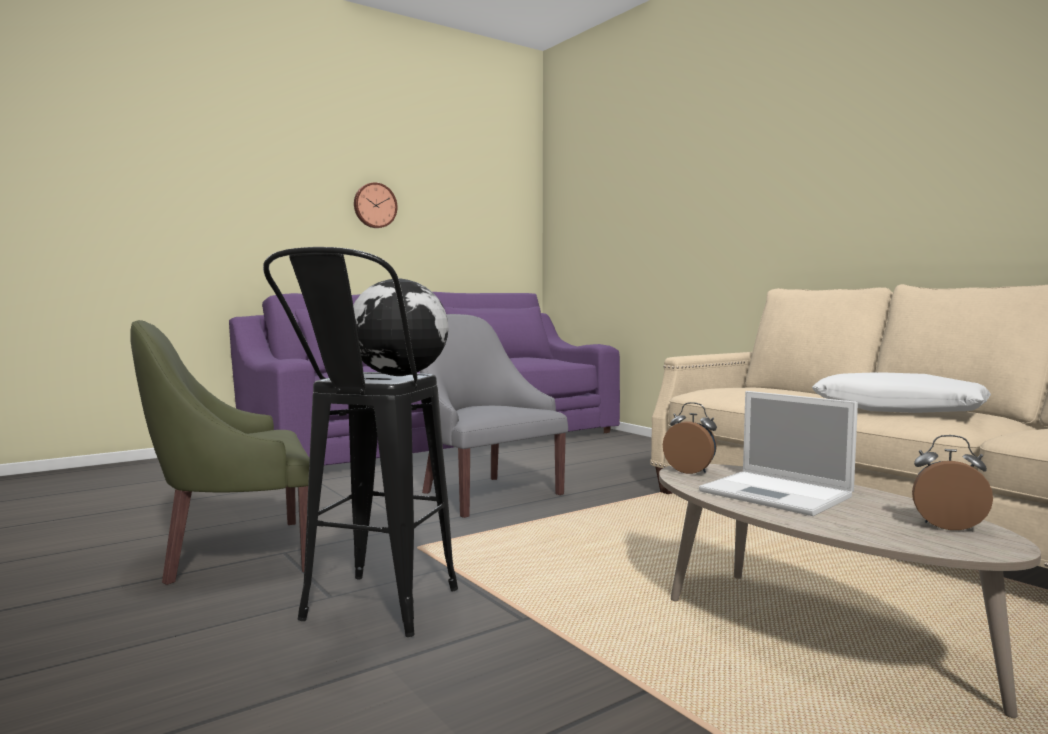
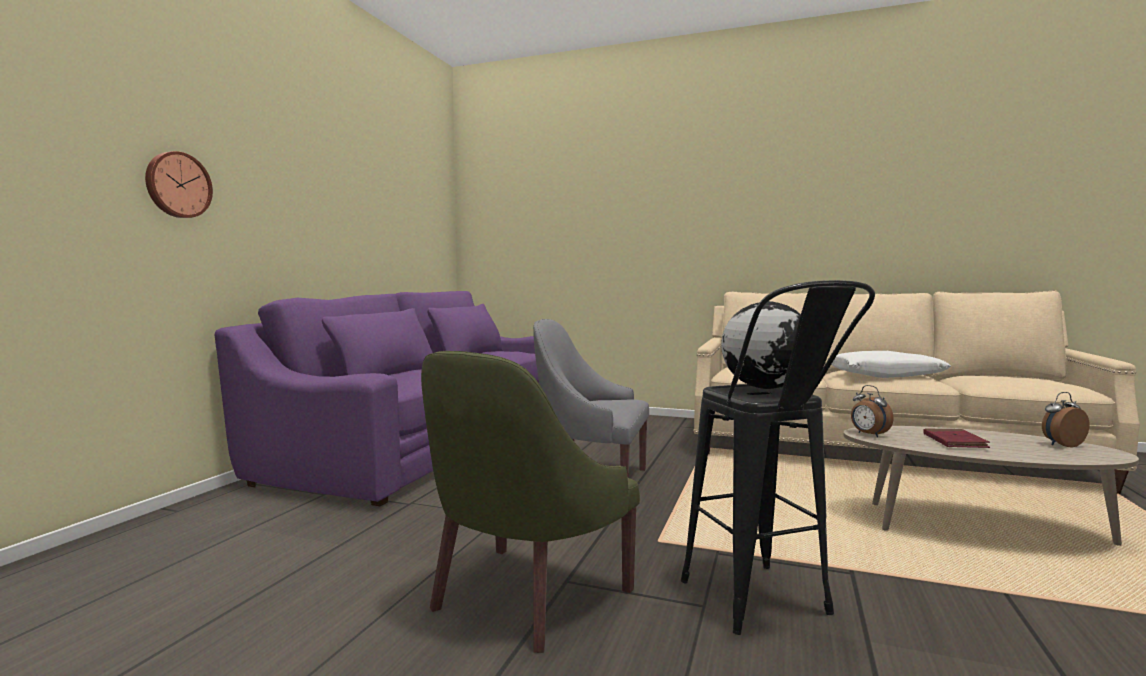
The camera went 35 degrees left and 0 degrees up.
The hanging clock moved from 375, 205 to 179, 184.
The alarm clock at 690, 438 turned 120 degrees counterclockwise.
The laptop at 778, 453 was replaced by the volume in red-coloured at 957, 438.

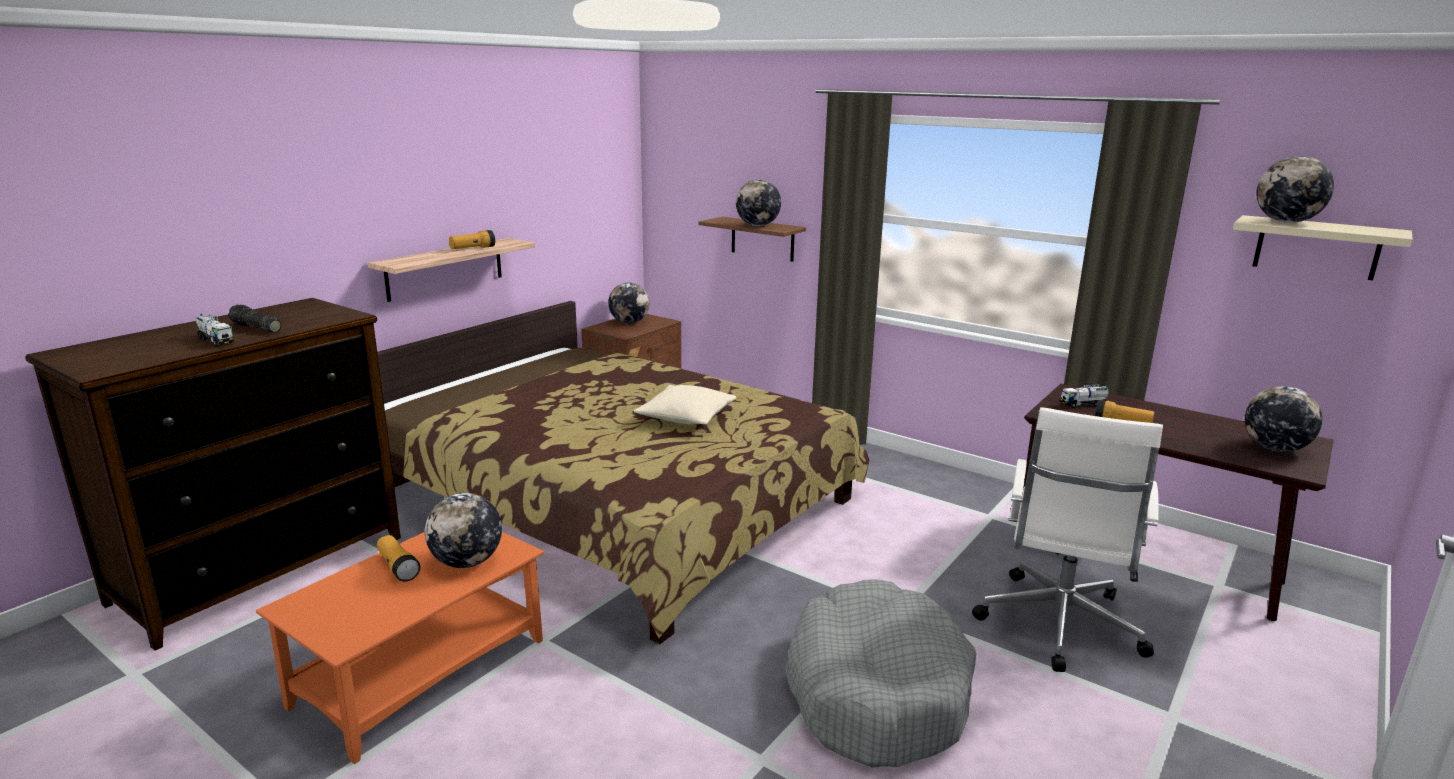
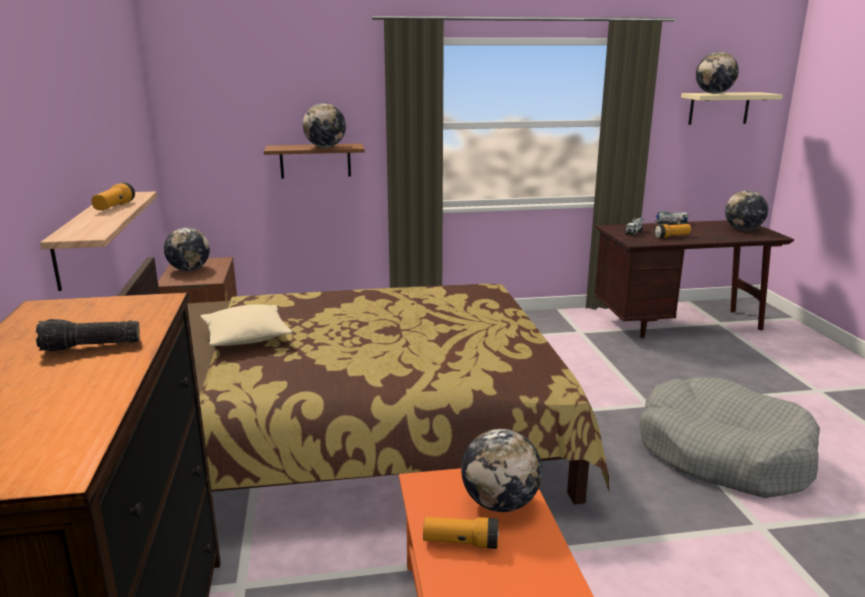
The camera went 45 degrees left and 0 degrees up.
The throw pillow in sand-coloured moved from 685, 405 to 246, 325.
The model truck moved from 215, 329 to 671, 218.
The office chair in whitish at 1067, 539 disappeared.

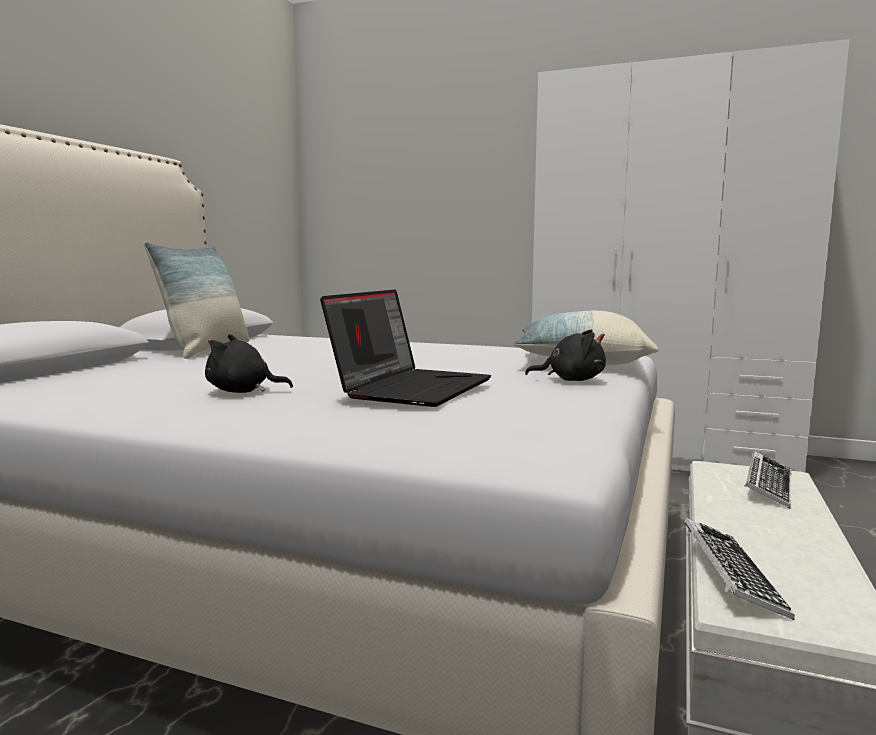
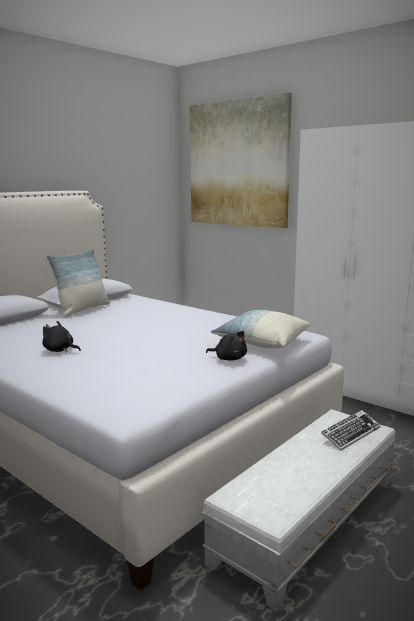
The camera went 20 degrees right and 5 degrees up.
The wall art at 241, 160 appeared.
The laptop at 405, 348 disappeared.
The keyboard at 739, 569 disappeared.

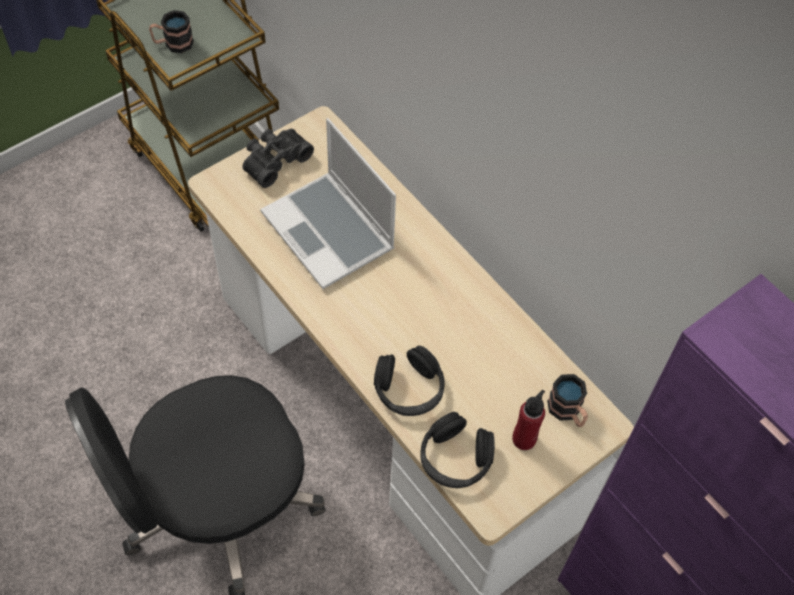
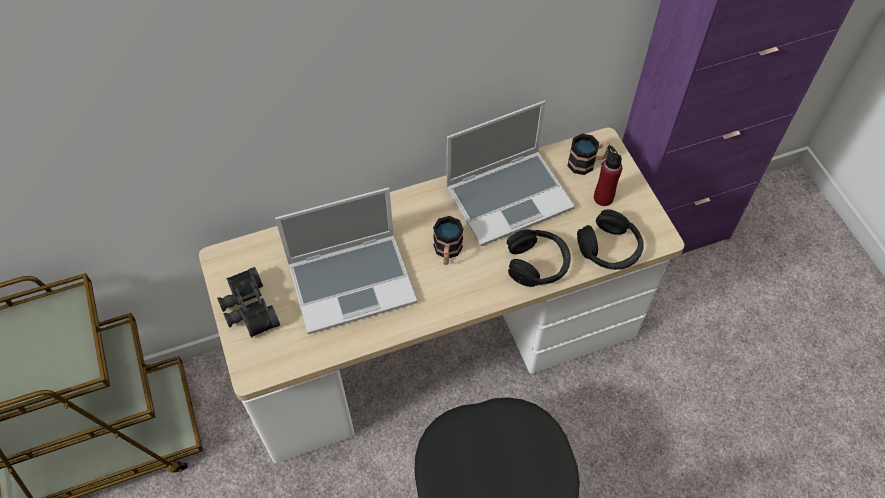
The camera went 70 degrees left and 0 degrees up.
The coffee mug moved from 171, 31 to 448, 240.
The laptop at 510, 173 appeared.

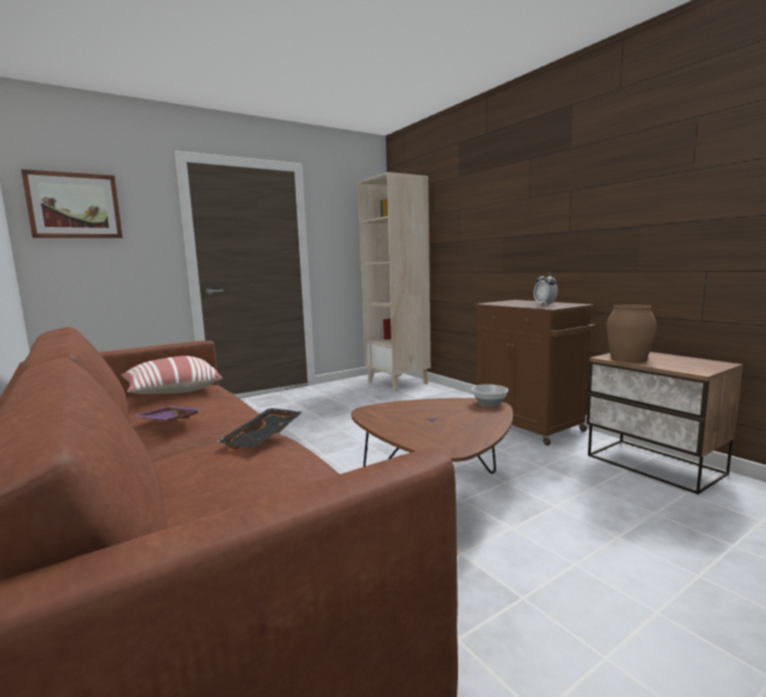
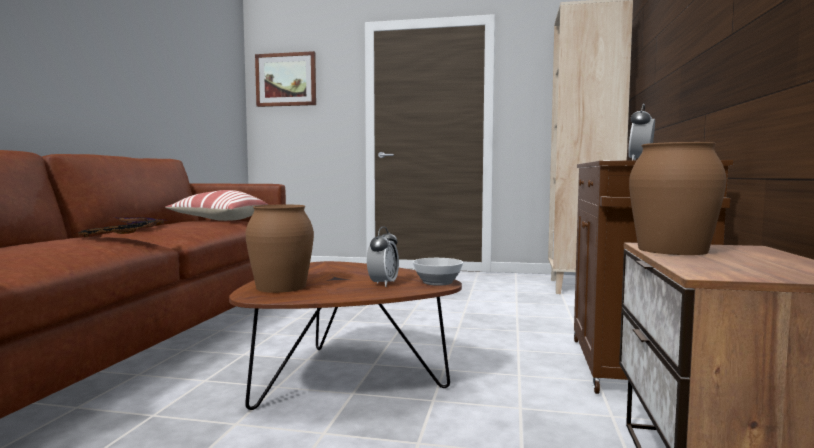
The camera went 45 degrees right and 5 degrees down.
The vase in brown at 279, 249 appeared.
The alarm clock at 383, 256 appeared.

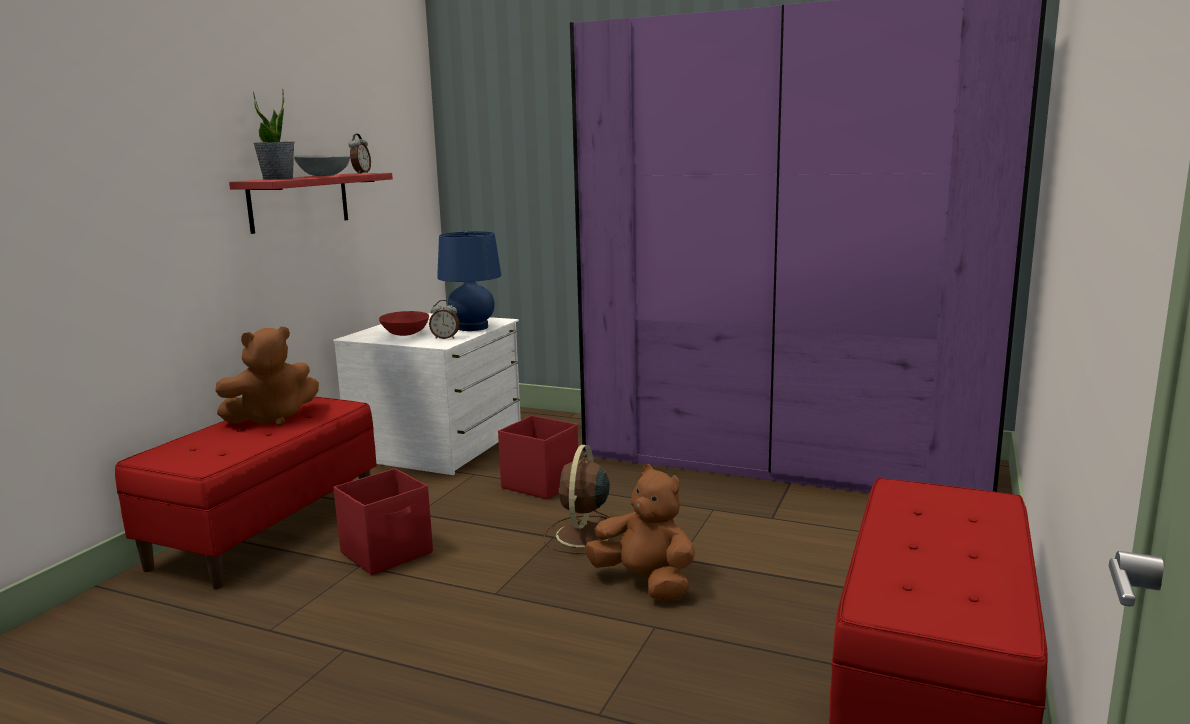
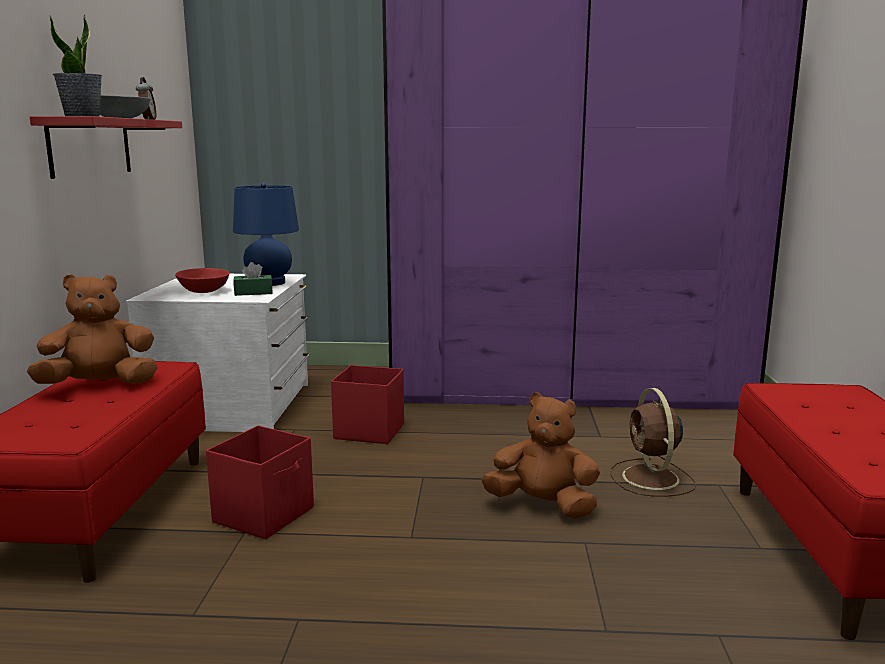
The camera went 20 degrees left and 0 degrees up.
The cuddly toy in brown at 267, 376 turned 150 degrees counterclockwise.
The alarm clock at 444, 319 was replaced by the tissue box in green-coloured at 253, 279.
The fan in brown moved from 583, 499 to 653, 442.

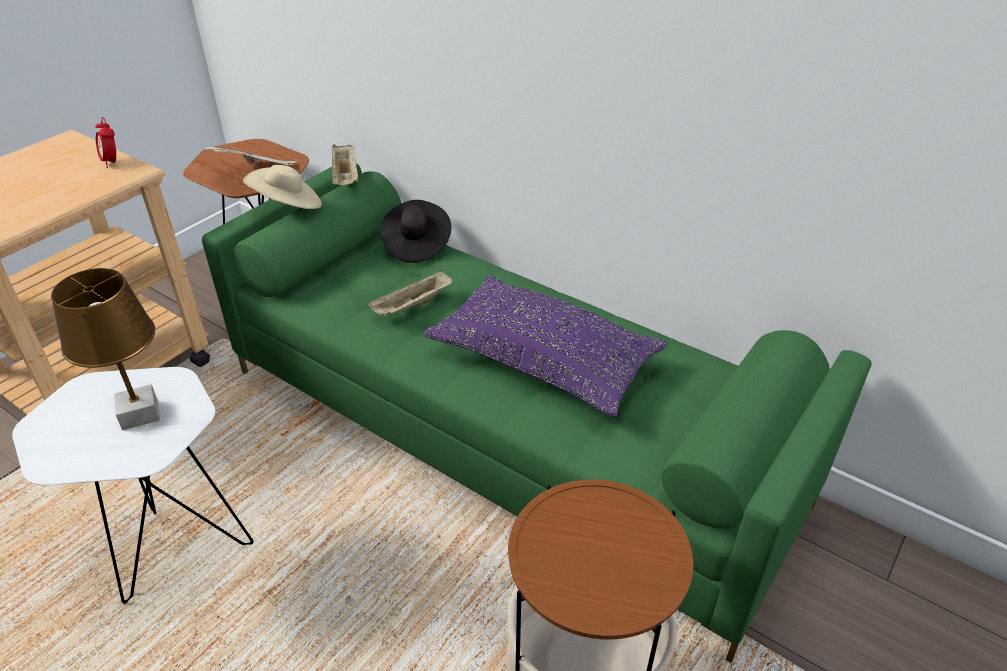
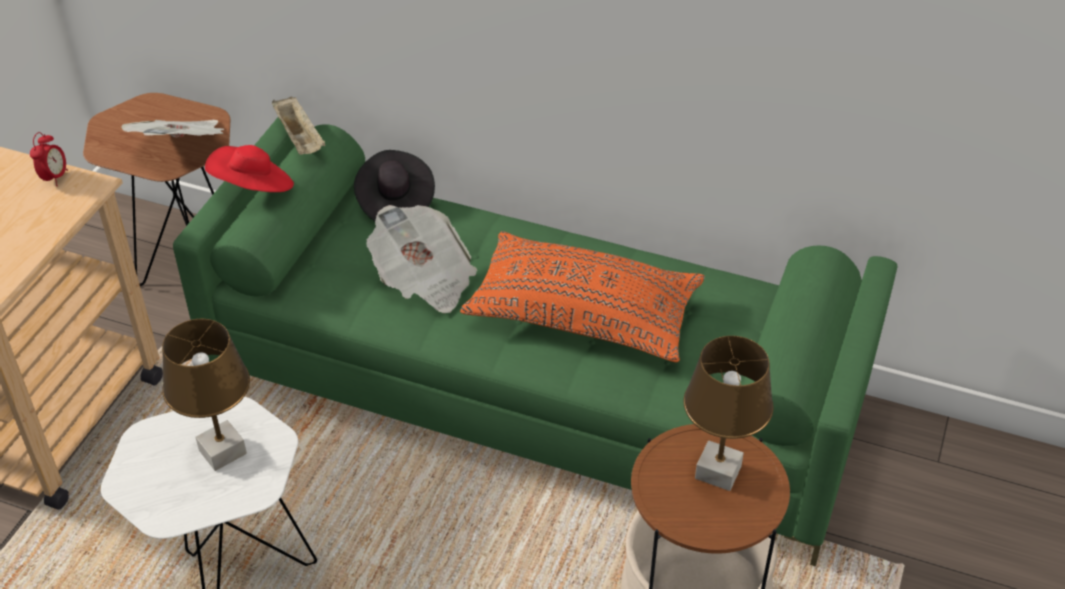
The camera went 15 degrees left and 5 degrees up.
The alarm clock at 105, 142 turned 120 degrees counterclockwise.
The wearable hat in sand-coloured at 282, 187 became the wearable hat in red-coloured at 249, 168.
The carrying tray in sand-coloured at 410, 293 was replaced by the daily paper at 422, 259.
The throw pillow in purple at 545, 346 became the throw pillow in orangey at 582, 296.
The tabletop lamp in brown at 728, 413 appeared.

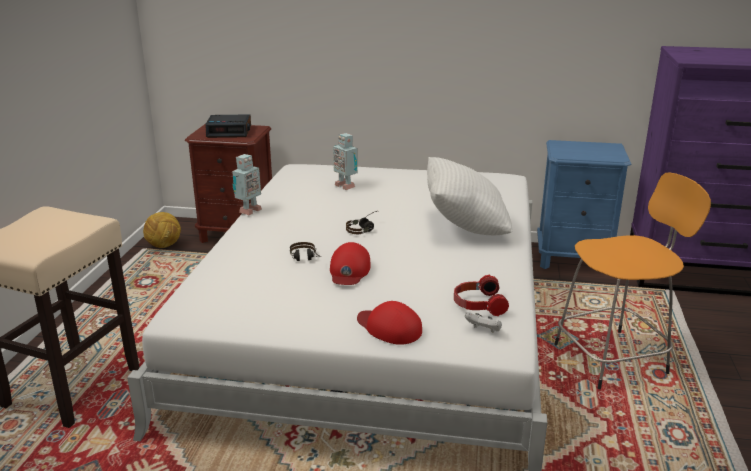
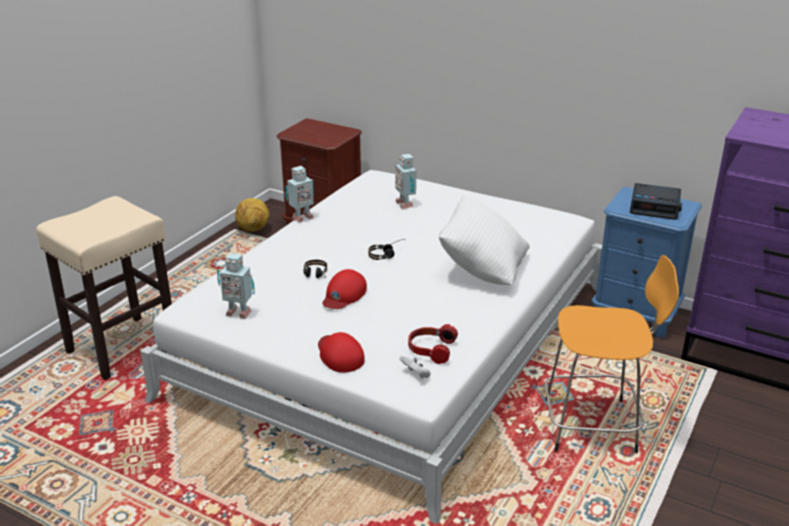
The camera went 20 degrees right and 5 degrees up.
The robot figure at 236, 286 appeared.
The alarm clock moved from 228, 126 to 656, 201.

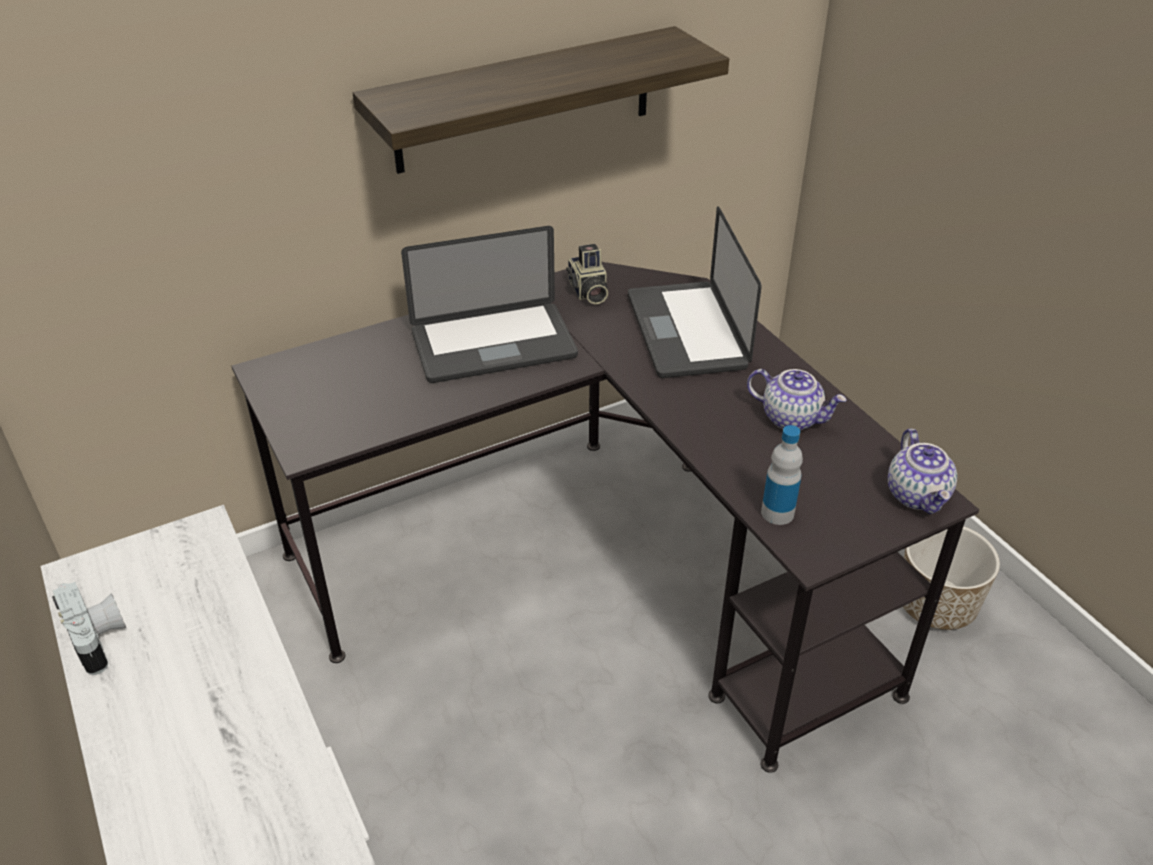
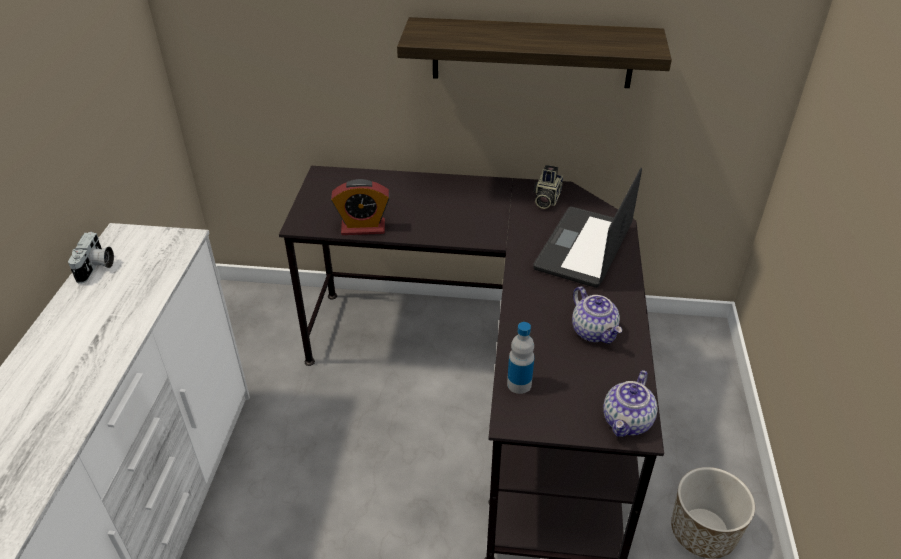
The camera went 35 degrees right and 0 degrees up.
The alarm clock at 360, 207 appeared.
The laptop at 489, 304 disappeared.

